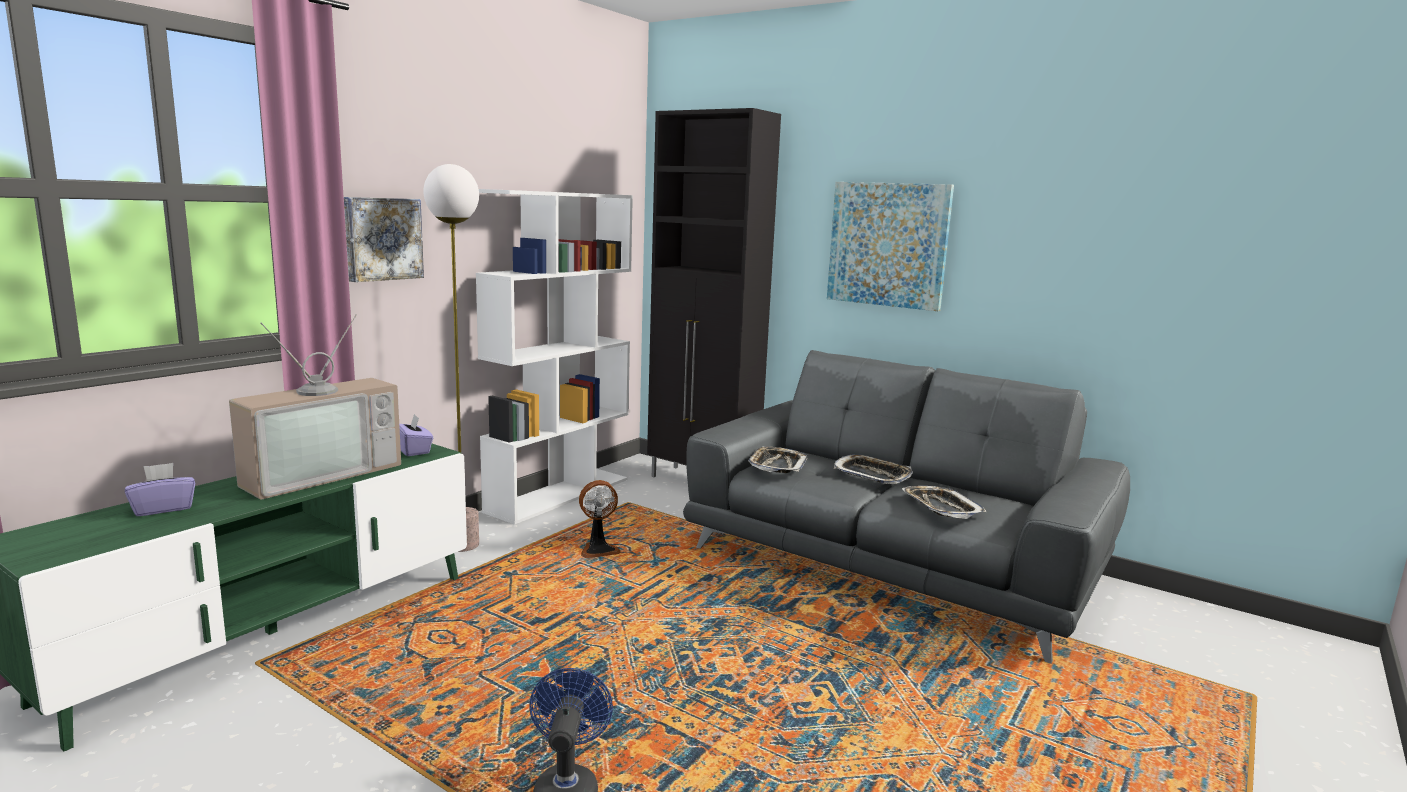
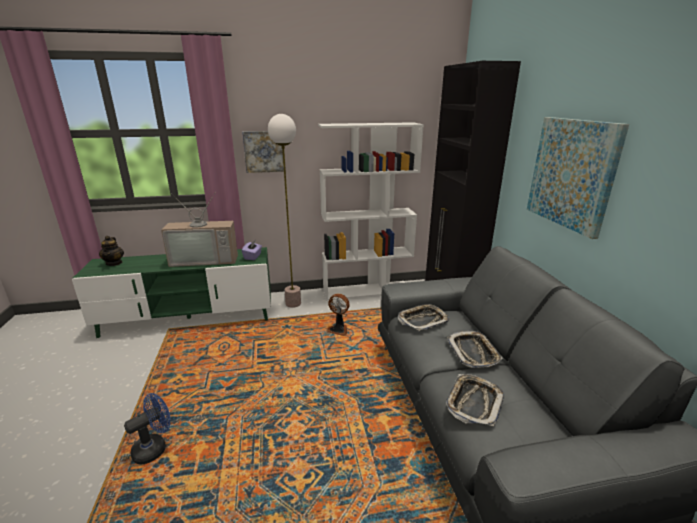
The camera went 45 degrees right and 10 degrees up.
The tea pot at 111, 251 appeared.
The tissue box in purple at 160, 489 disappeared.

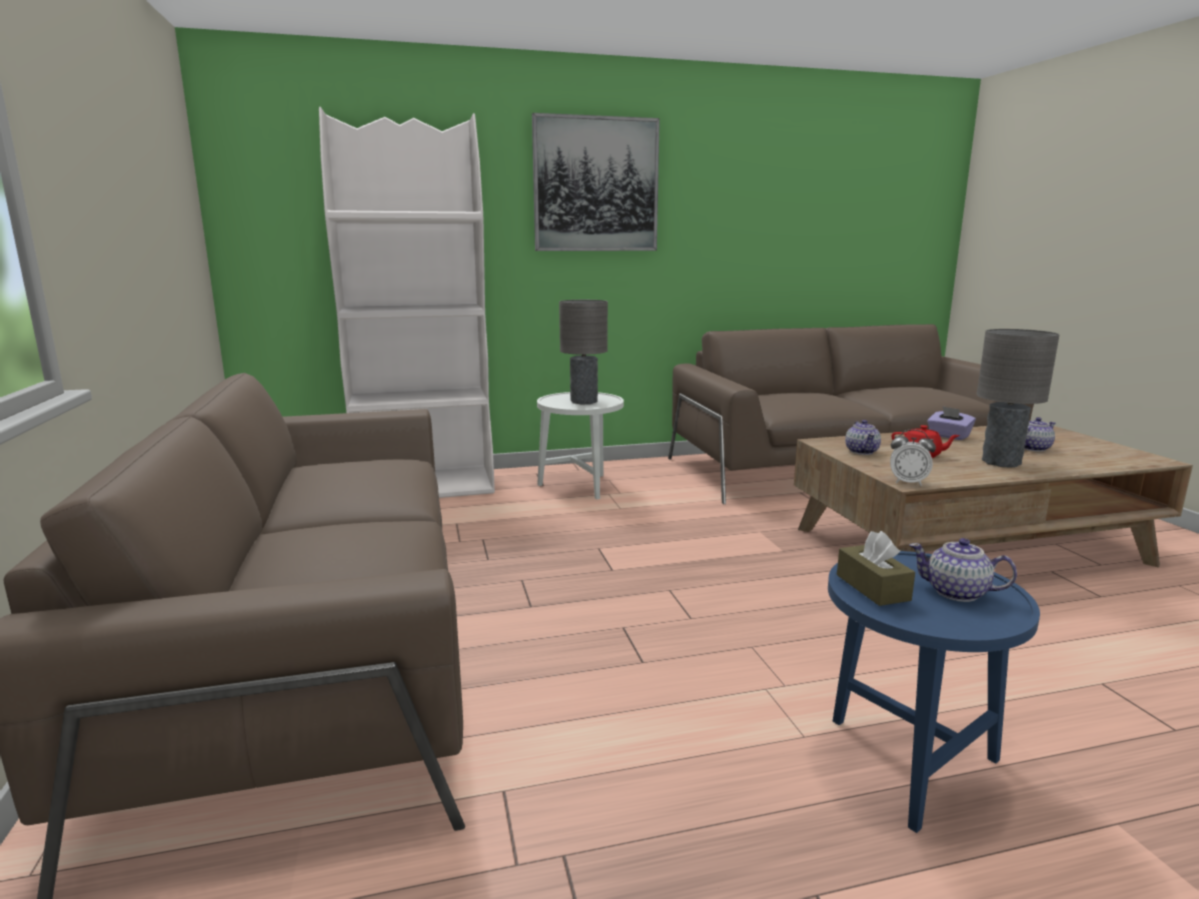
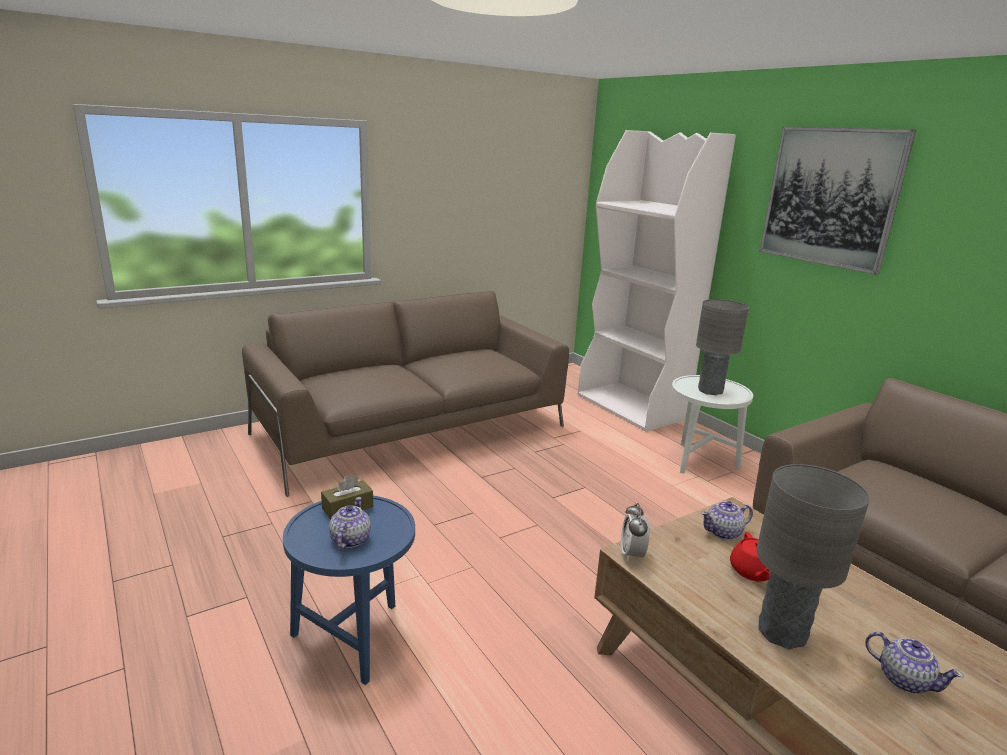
The camera went 70 degrees right and 5 degrees up.
The tissue box in purple at 951, 423 disappeared.

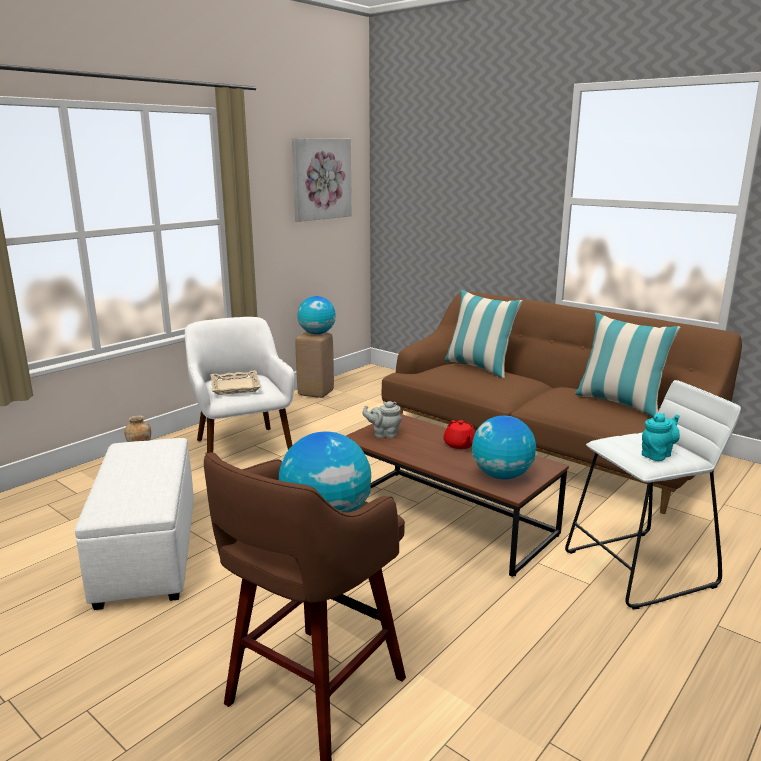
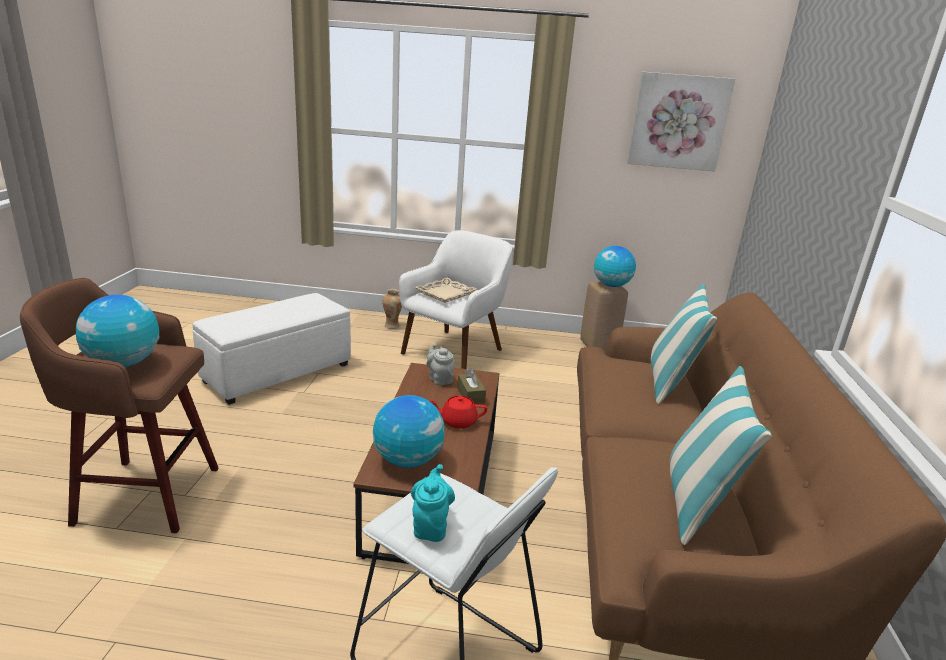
The camera went 55 degrees right and 5 degrees up.
The tea pot in turquoise-coloured at 661, 437 turned 105 degrees counterclockwise.
The tea pot in red-coloured at 459, 434 turned 45 degrees clockwise.
The tissue box in brown at 471, 386 appeared.

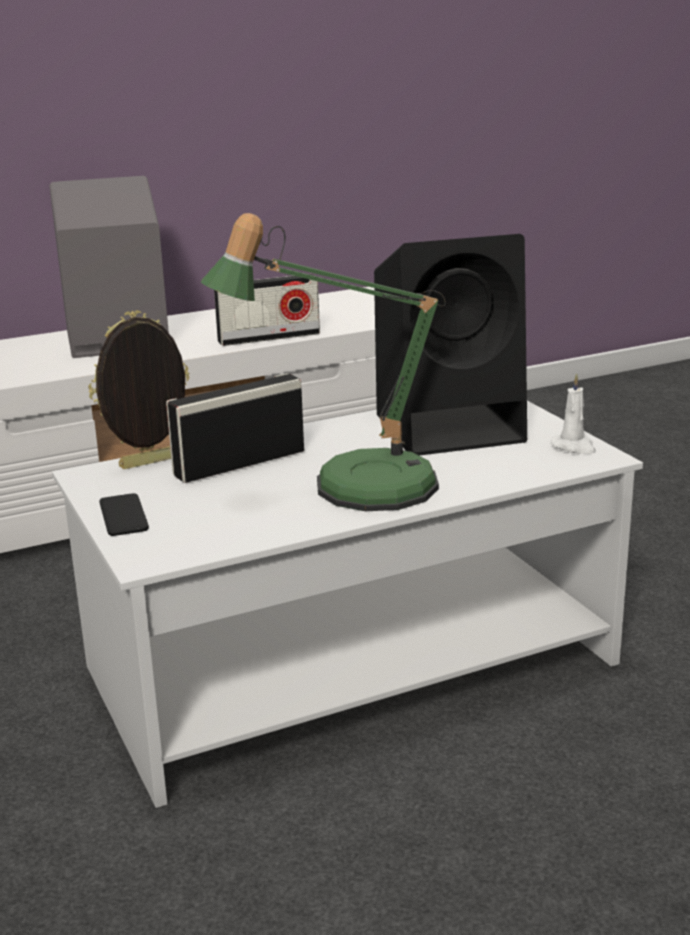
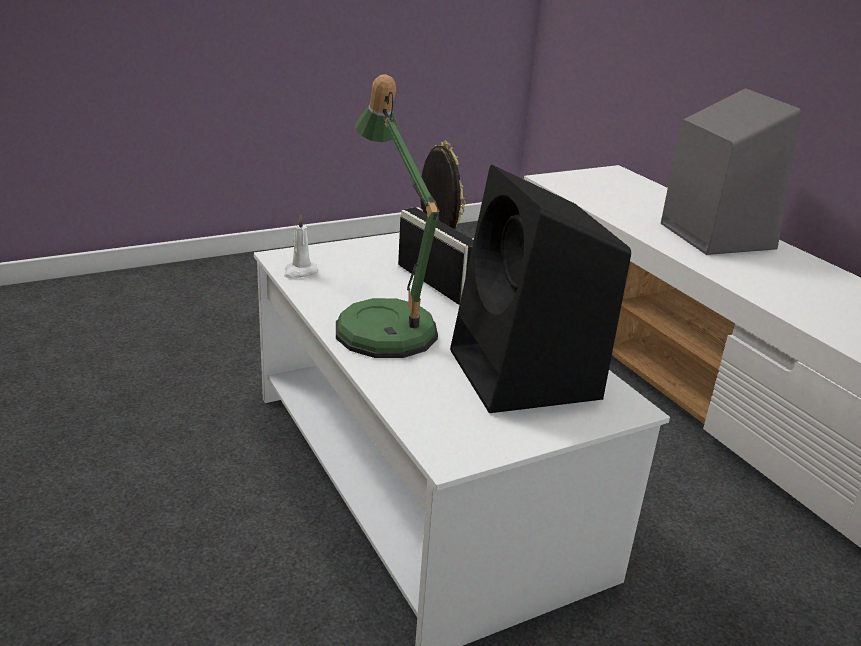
The camera went 85 degrees right and 5 degrees up.
The candle in whitish moved from 573, 413 to 301, 246.
The handset at 124, 514 disappeared.
The radio at 267, 310 disappeared.

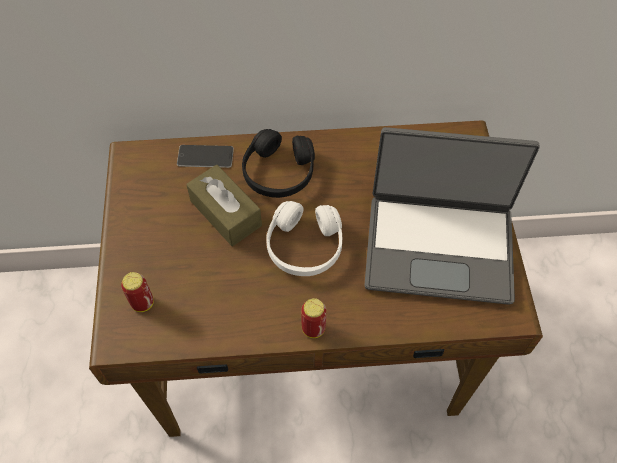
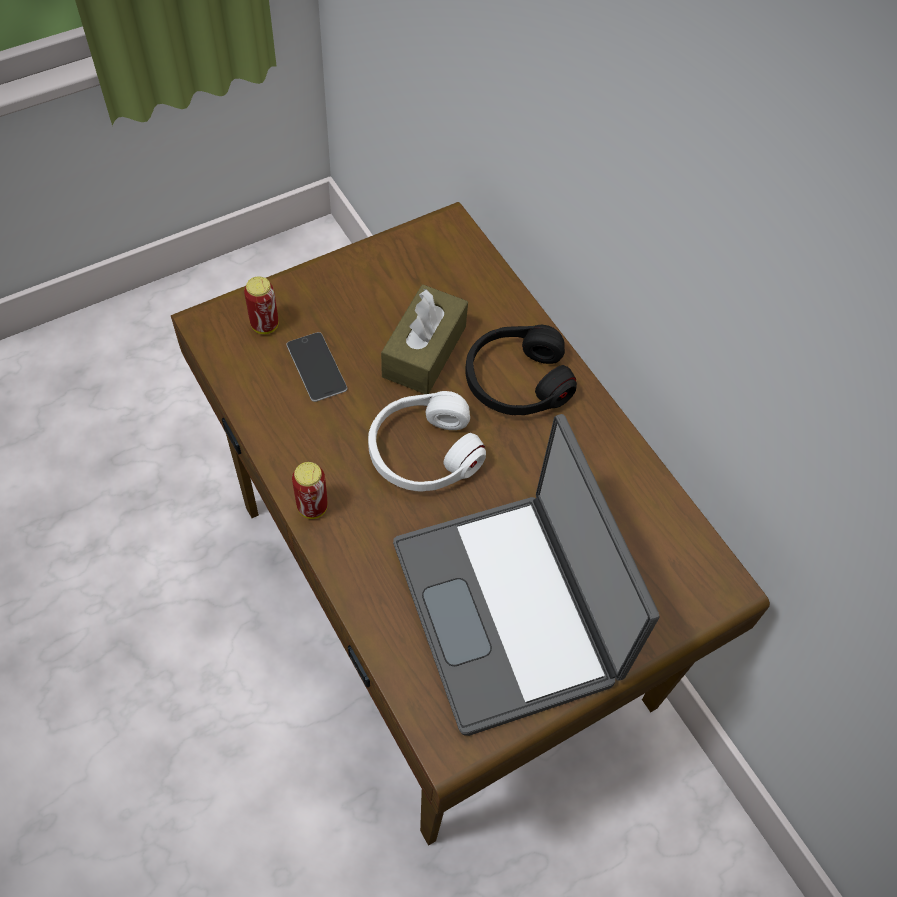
The camera went 60 degrees right and 0 degrees up.
The handset moved from 205, 156 to 316, 367.

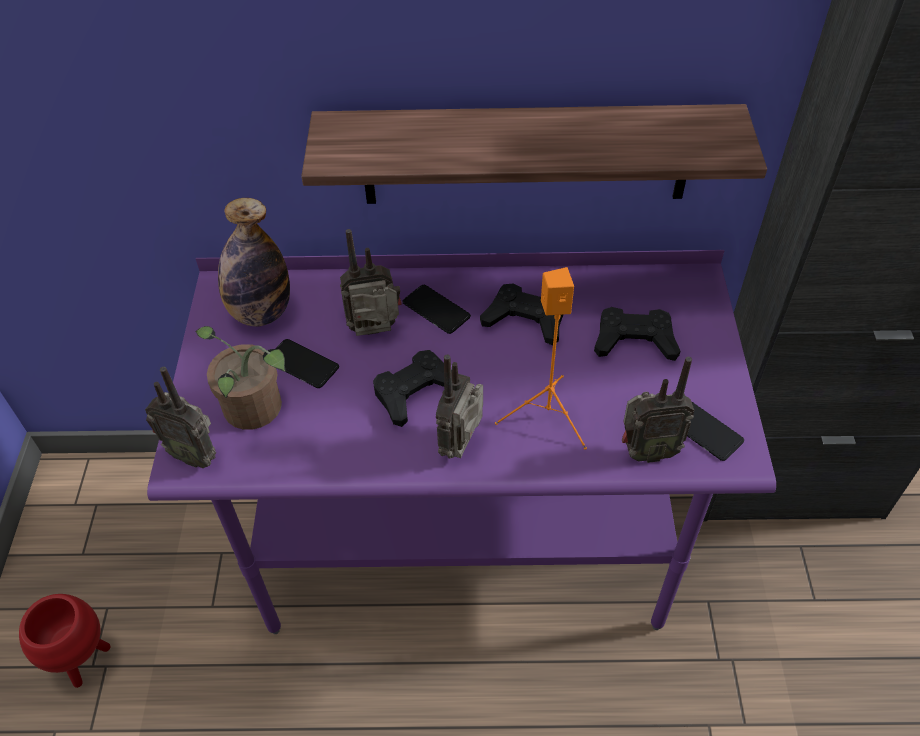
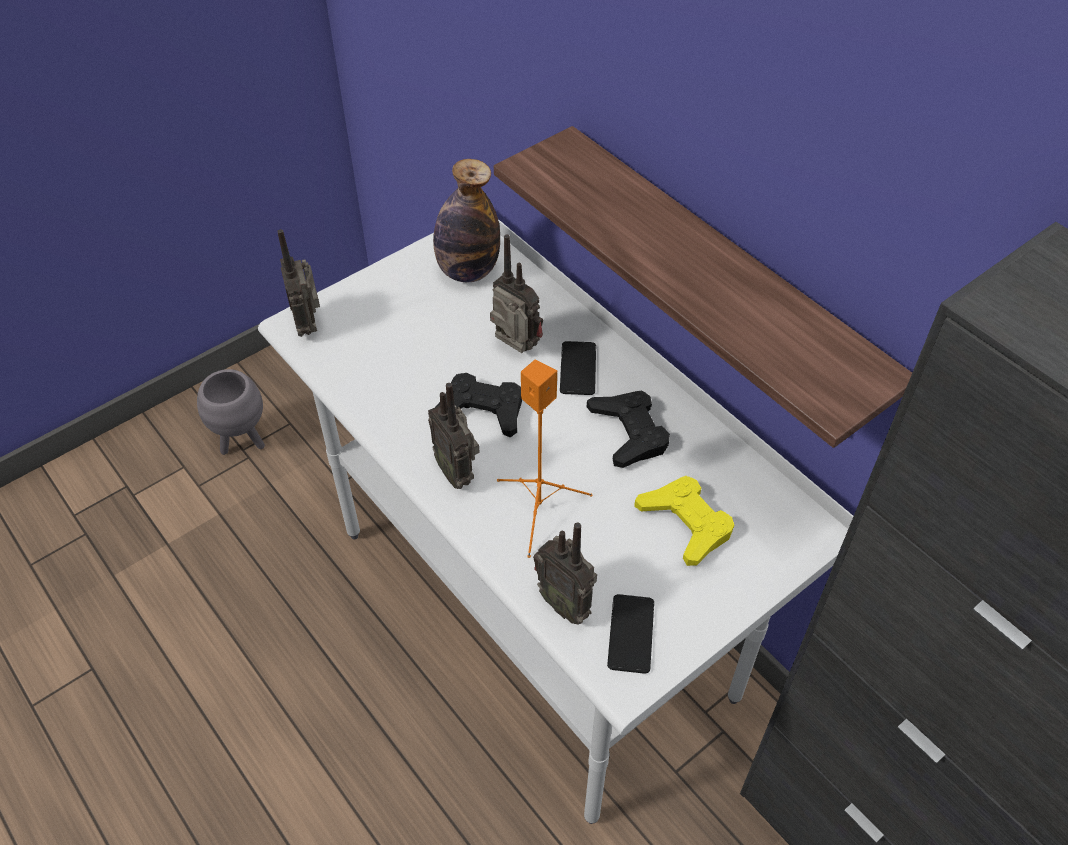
The camera went 50 degrees right and 0 degrees up.
The flower pot in red-coloured at 65, 641 became the flower pot in gray at 231, 412.
The desk table in purple at 461, 442 became the desk table in whitish at 555, 521.
The radio at 459, 407 turned 105 degrees counterclockwise.
The game controller in black-coloured at 637, 334 became the game controller in yellowish at 684, 521.
The potted plant at 240, 378 disappeared.
The handset at 307, 363 disappeared.

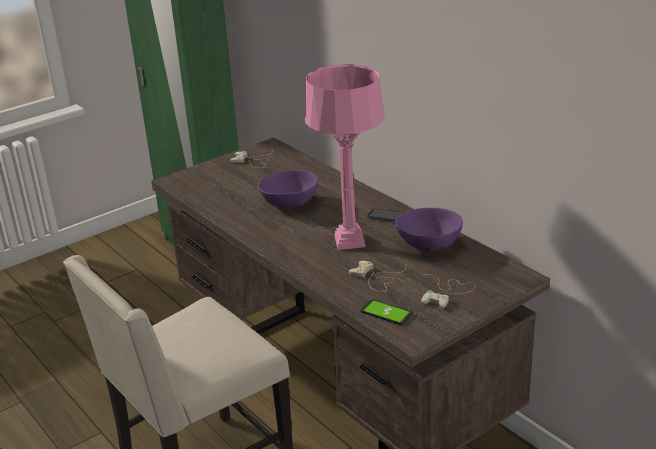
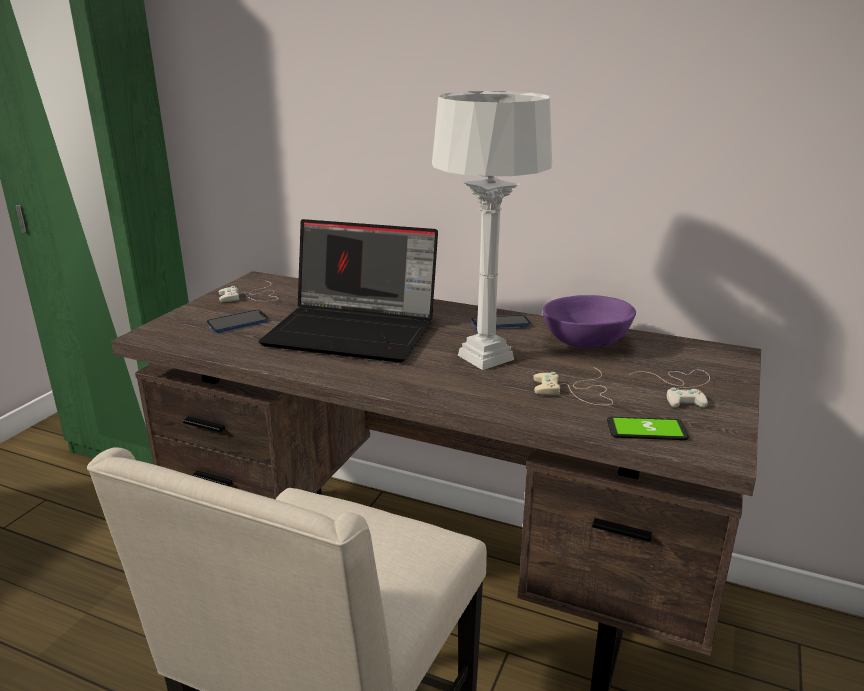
The camera went 30 degrees left and 5 degrees down.
The handset at 237, 321 appeared.
The bowl in purple at 287, 188 was replaced by the laptop at 348, 291.
The tabletop lamp in pinkish at 345, 157 became the tabletop lamp in gray at 492, 230.

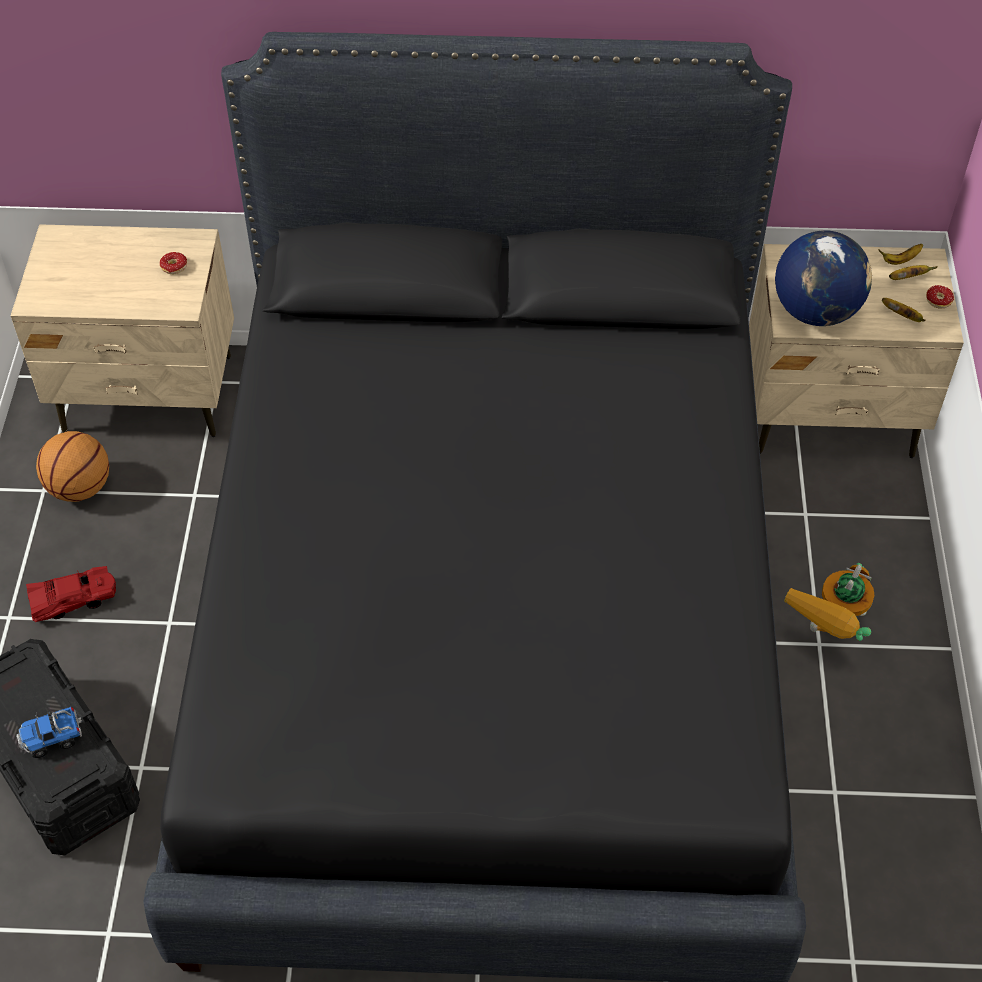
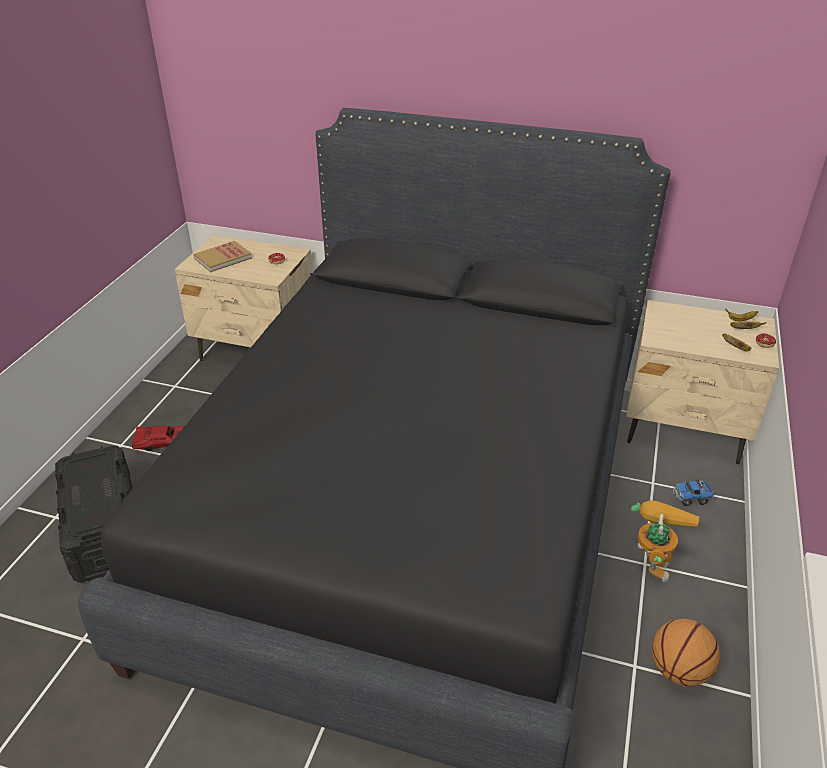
The camera went 15 degrees right and 15 degrees down.
The volume at 223, 256 appeared.
The robot figure at 829, 602 turned 150 degrees clockwise.
The ball for basketball moved from 72, 466 to 686, 652.
The model truck moved from 49, 732 to 693, 492.
The globe at 823, 278 disappeared.

